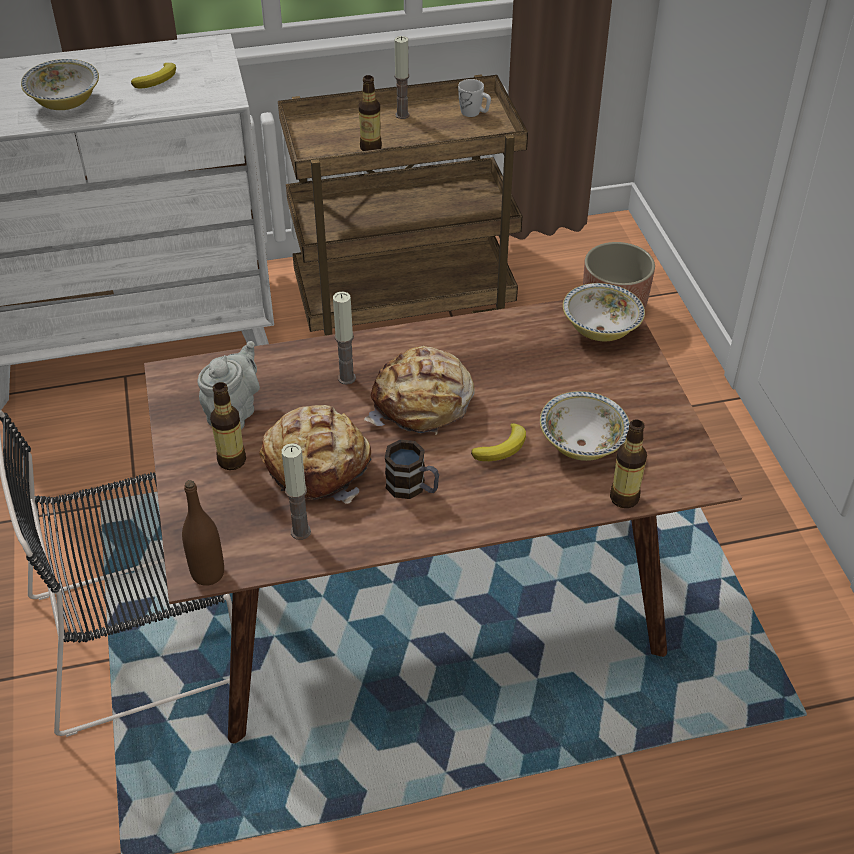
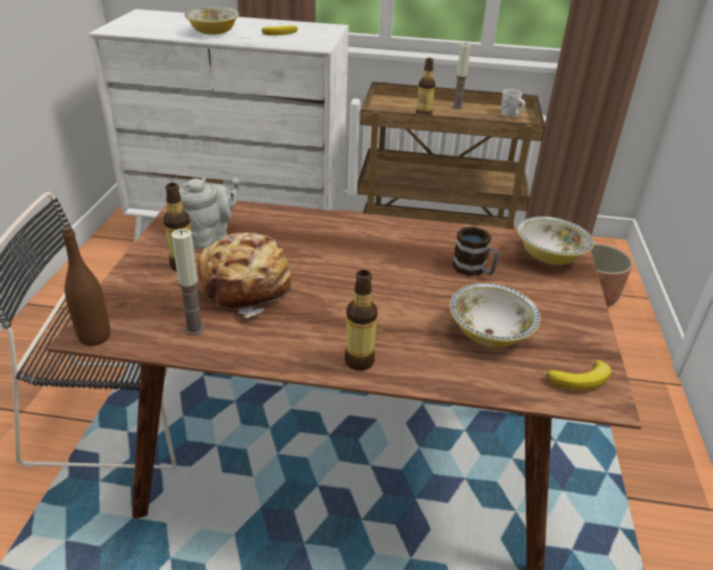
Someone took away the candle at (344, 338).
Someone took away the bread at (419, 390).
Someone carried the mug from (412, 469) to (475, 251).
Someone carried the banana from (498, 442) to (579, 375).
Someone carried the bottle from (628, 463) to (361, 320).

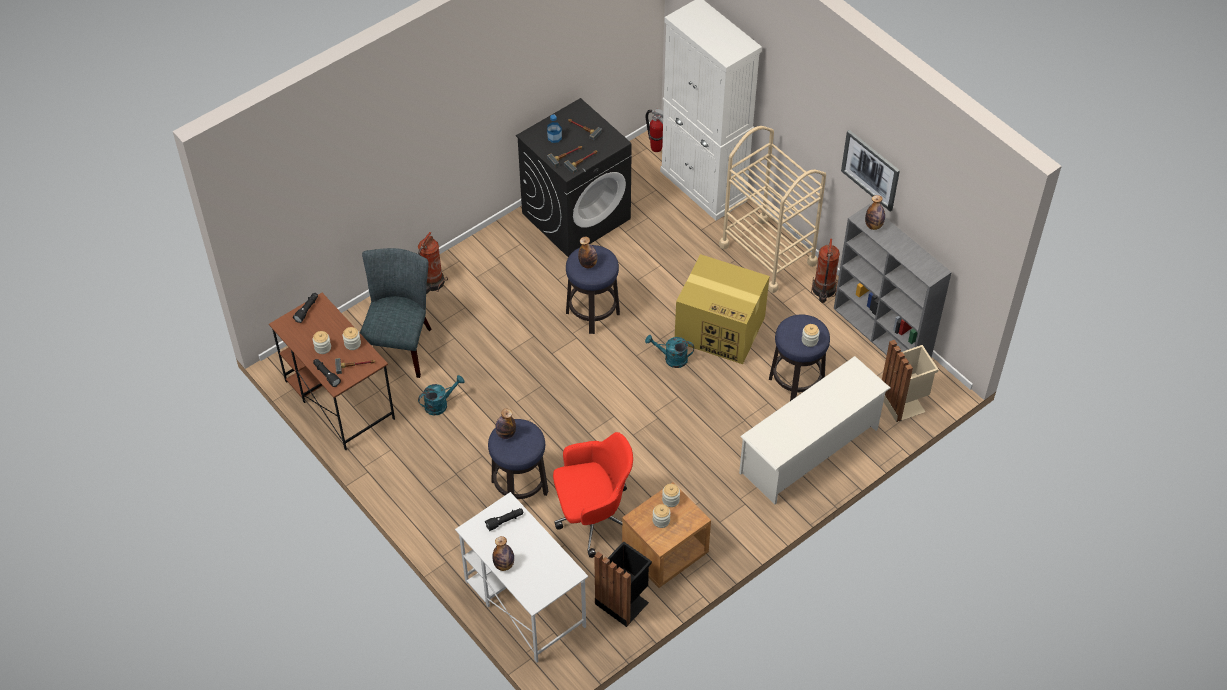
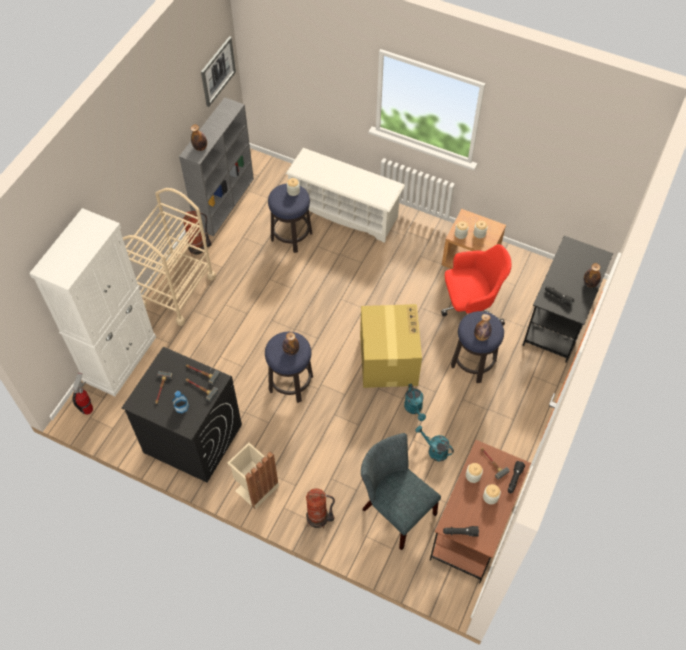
Someone rotated the grey chair at (396, 313) by 60 degrees clockwise.
Someone repainted the white desk at (521, 577), which became the black desk at (567, 299).
Someone rotated the red office chair at (593, 495) by 120 degrees clockwise.
Someone took away the black trash can at (623, 584).
Someone carried the turquoise watering can from (669, 351) to (415, 402).
Someone carried the cardboard box from (722, 309) to (391, 346).
Someone carried the picture from (870, 171) to (218, 71).
Someone carried the beige trash can from (910, 381) to (253, 476).

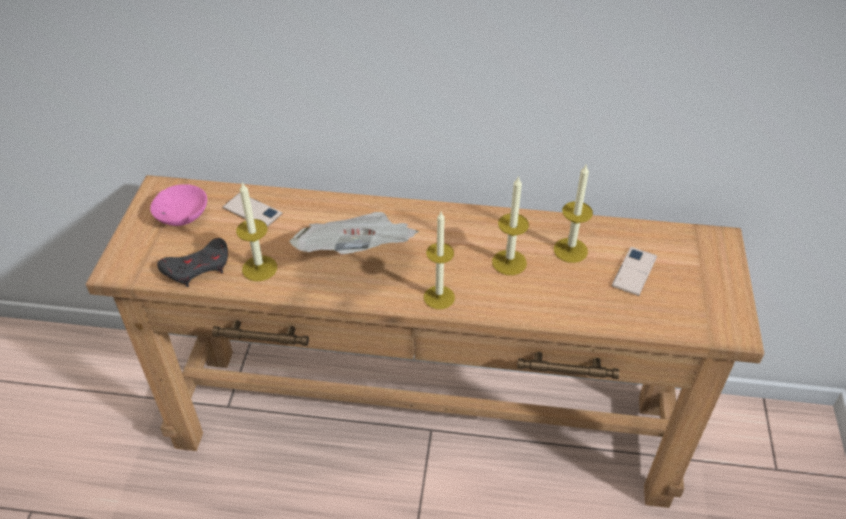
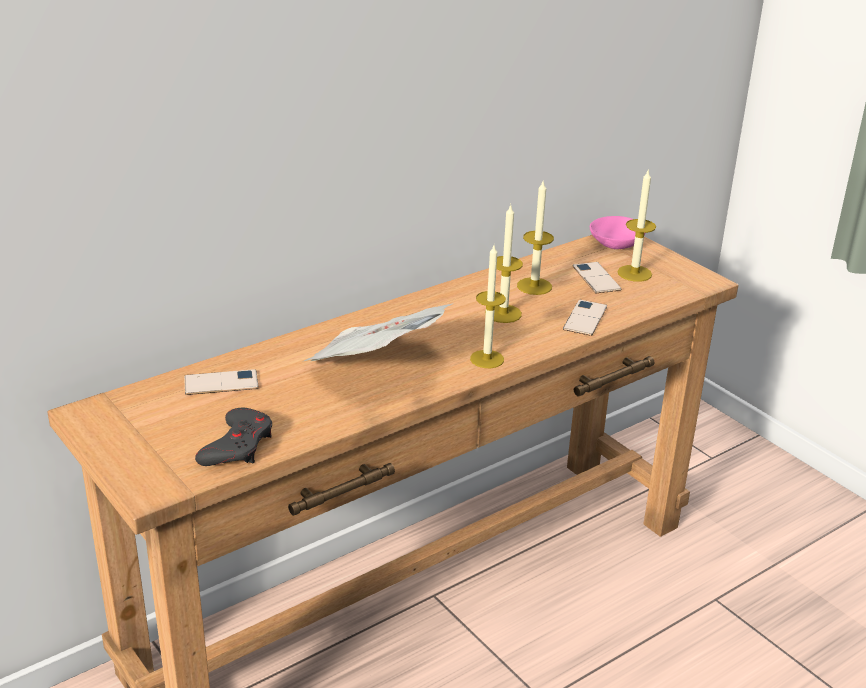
Someone carried the pink bowl from (178, 205) to (617, 232).
Someone carried the candle from (256, 231) to (636, 226).
Someone put down the phone at (585, 318).

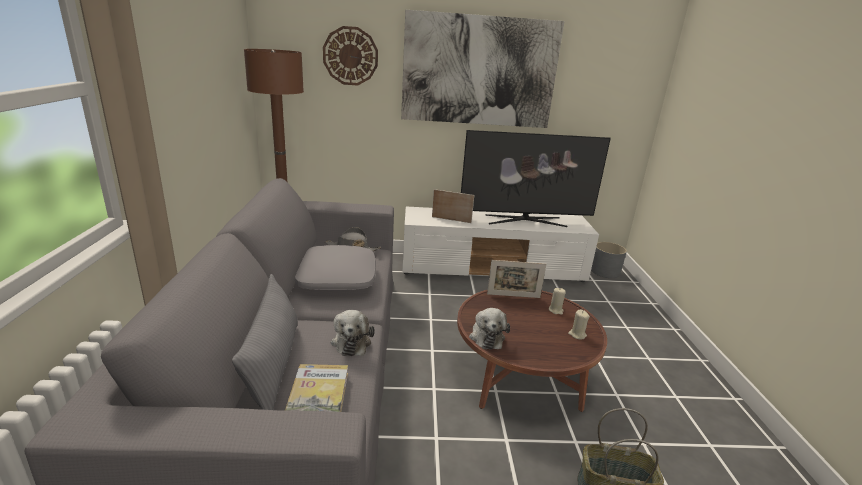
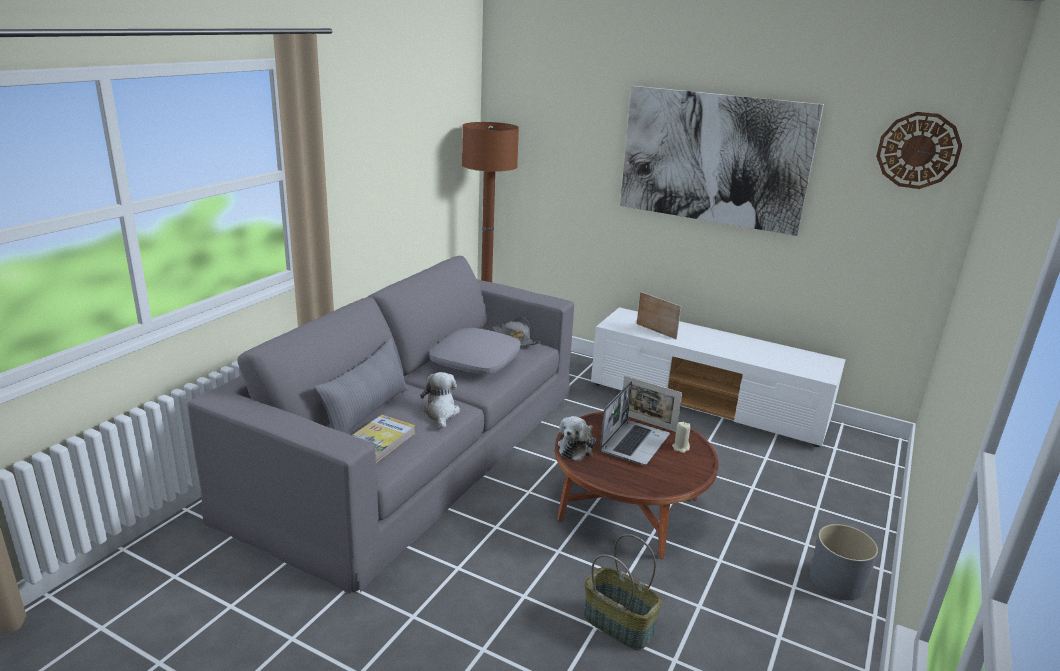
Someone carried the wall clock from (350, 56) to (919, 150).
Someone rotated the plush toy at (353, 333) by 150 degrees clockwise.
Someone took away the television at (536, 178).
Someone took away the beige candle at (579, 324).
Someone carried the grey planter from (609, 260) to (844, 562).
Someone put down the laptop at (635, 423).

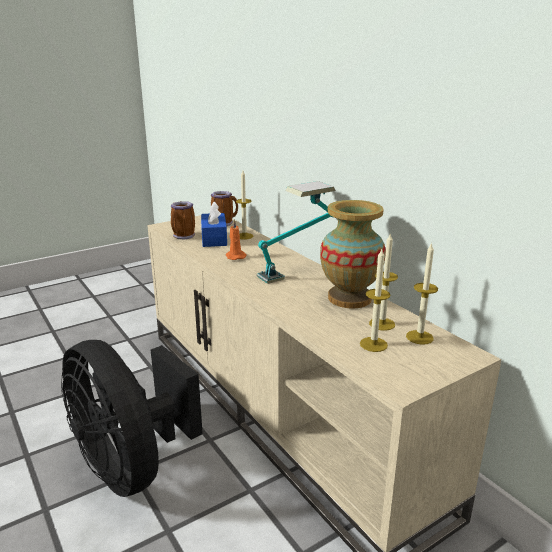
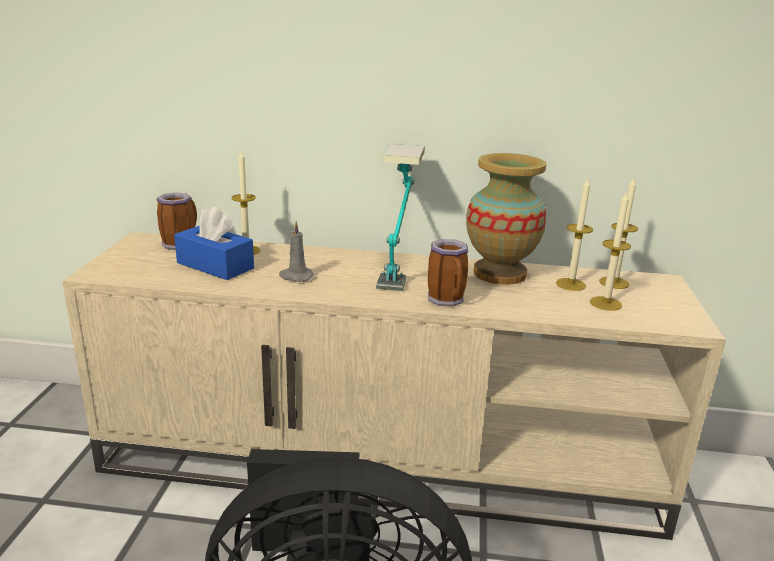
Someone carried the mug from (183, 220) to (448, 273).
Someone repainted the orange candle at (236, 239), which became the grey candle at (296, 251).

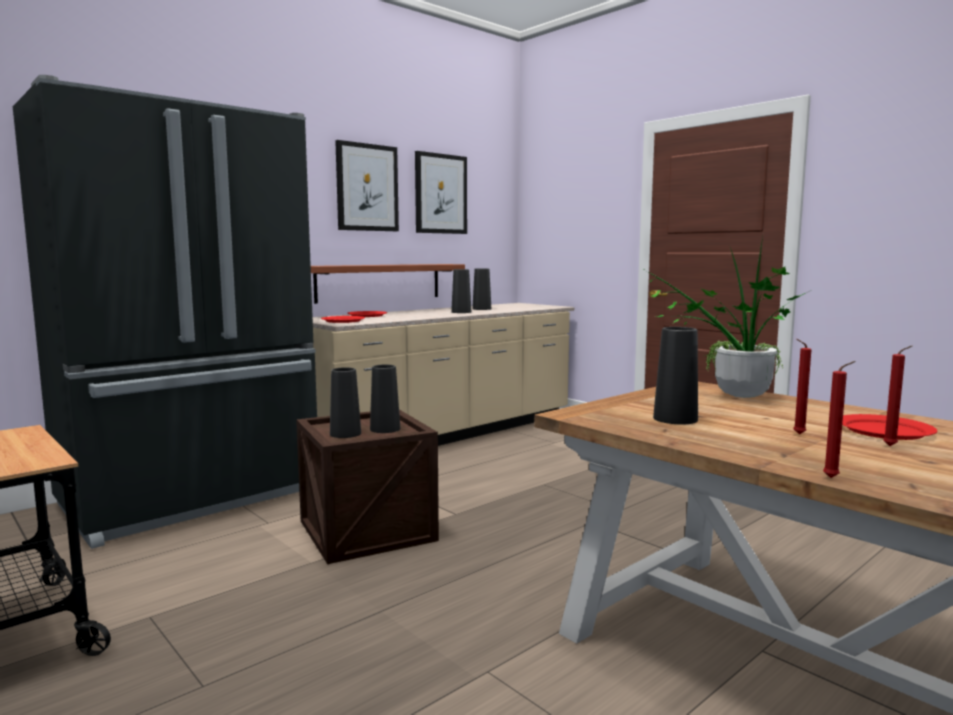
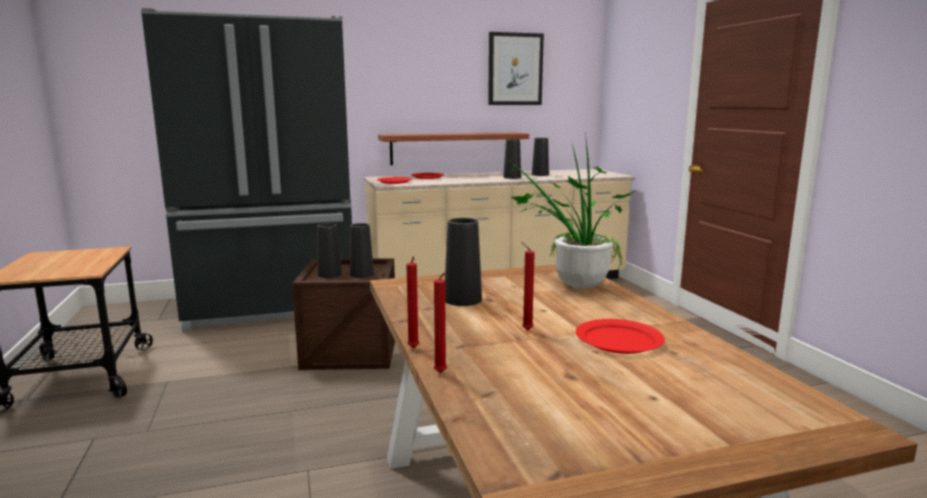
Someone took away the picture at (367, 185).
Someone carried the red candle from (897, 396) to (413, 302).

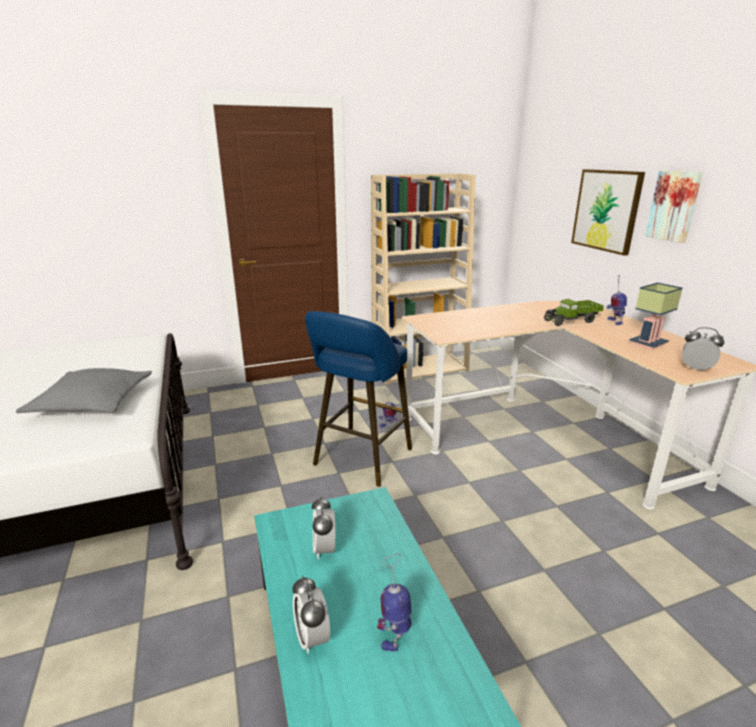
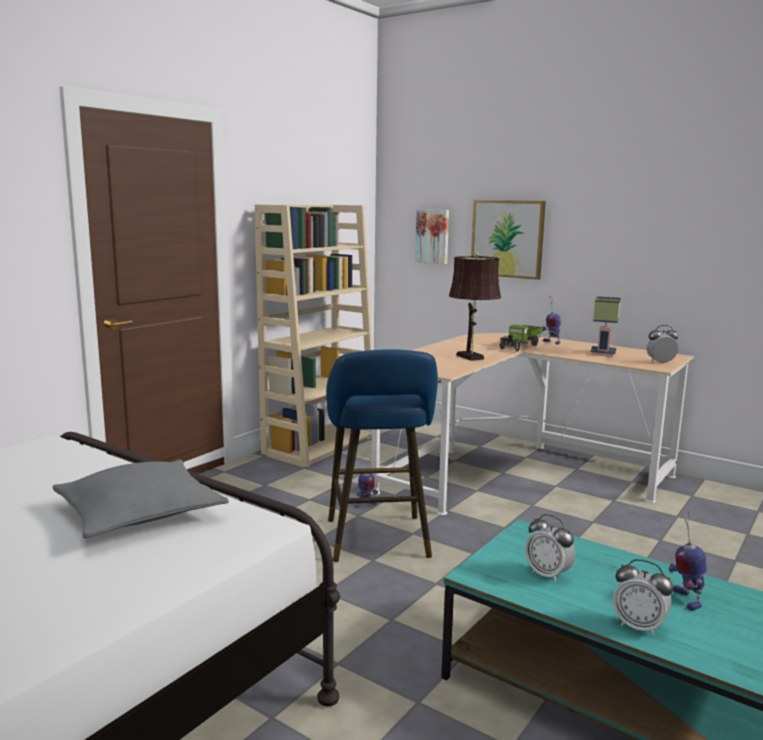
Someone carried the picture from (674, 206) to (432, 236).
Someone put down the brown table lamp at (475, 306).

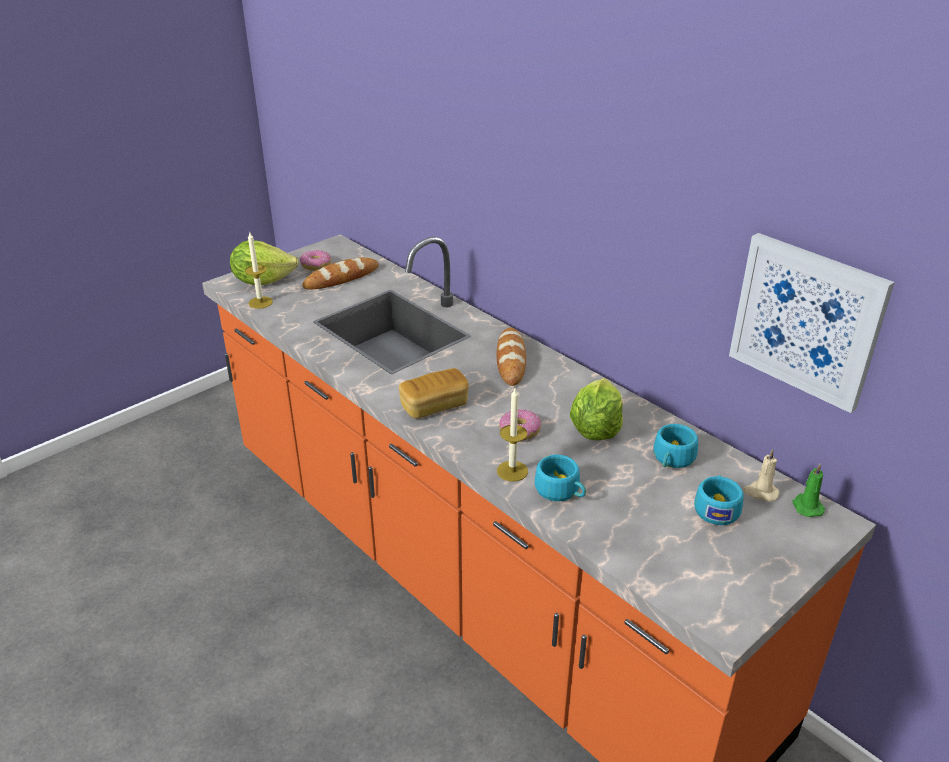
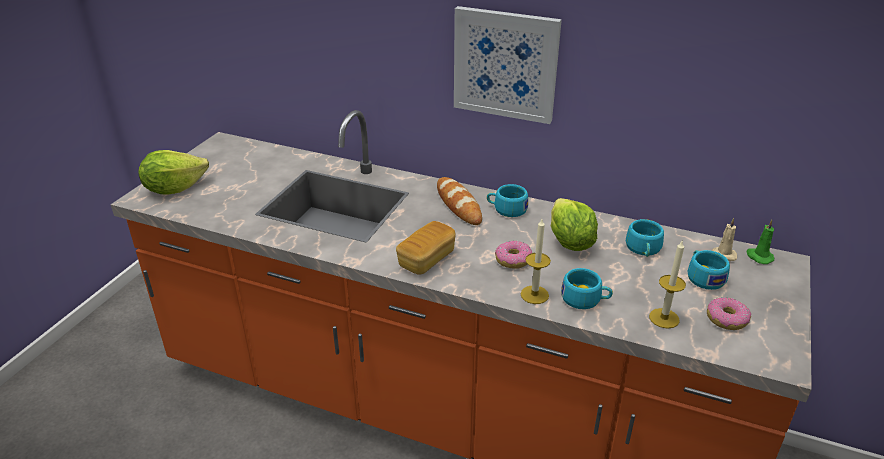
Someone carried the candle from (259, 270) to (667, 285).
Someone carried the donut from (315, 260) to (729, 313).
Someone took away the bread at (340, 273).
Someone carried the picture from (812, 323) to (508, 65).
Someone put down the turquoise cup at (507, 200).

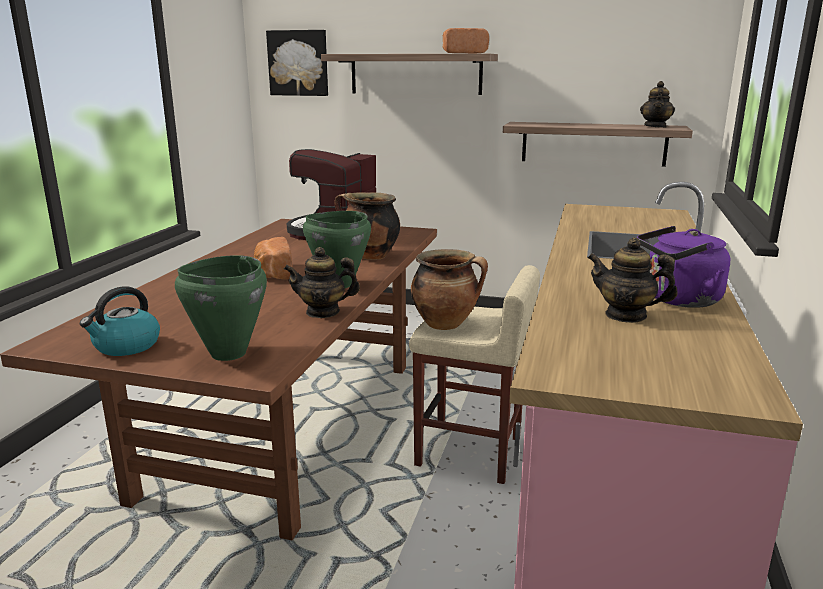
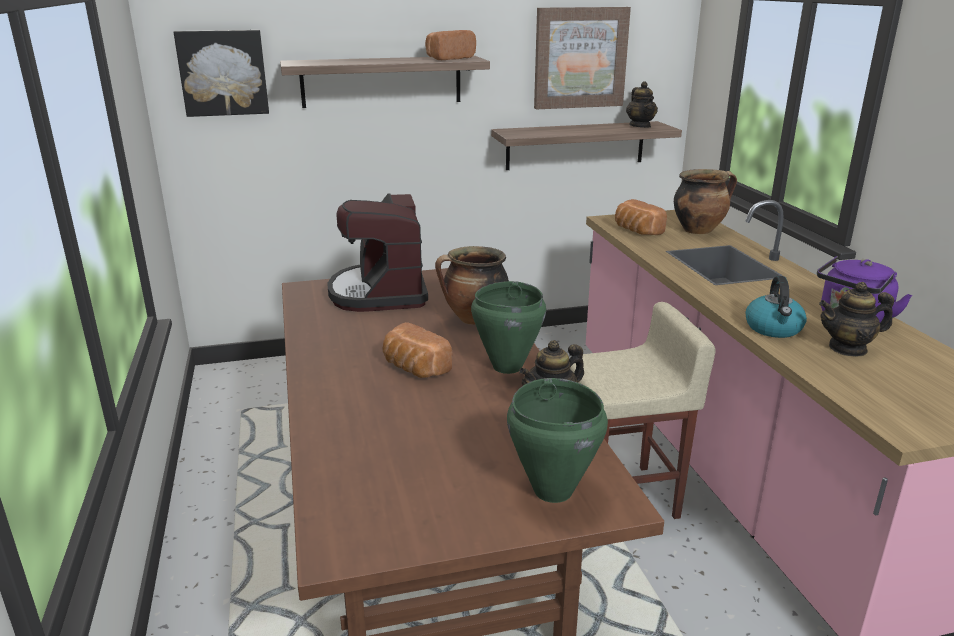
Someone carried the kettle from (120, 321) to (776, 307).
Someone carried the cooking pot from (449, 289) to (705, 201).
Someone put up the picture at (582, 58).
Someone put down the bread at (641, 217).

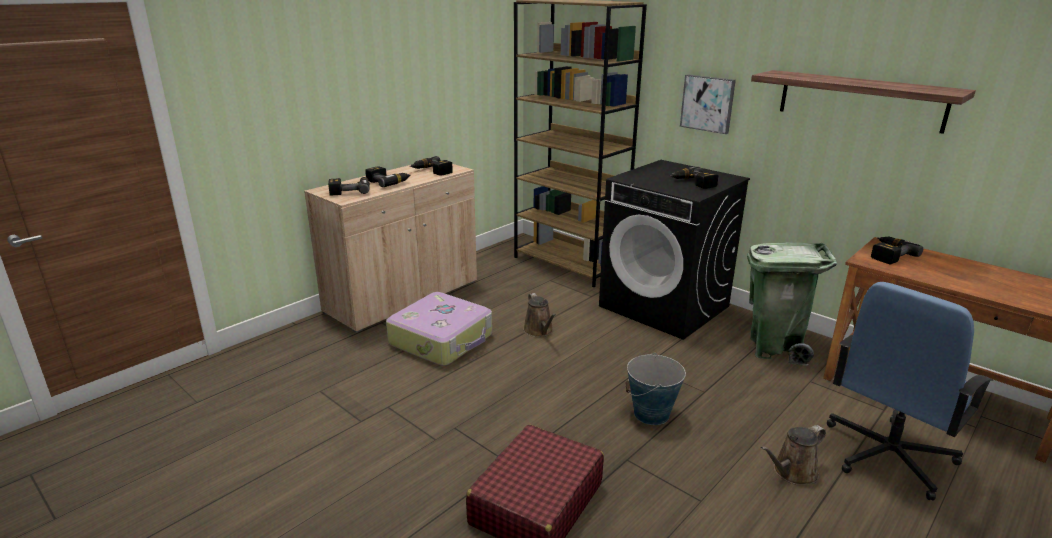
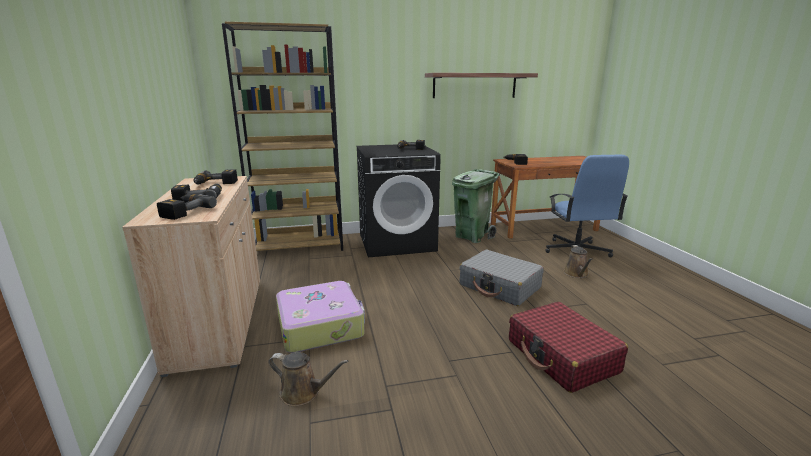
Someone carried the brown watering can from (539, 315) to (308, 379).
Someone swapped the bucket at (656, 389) for the grey suitcase at (502, 277).
Someone took away the picture at (708, 104).

